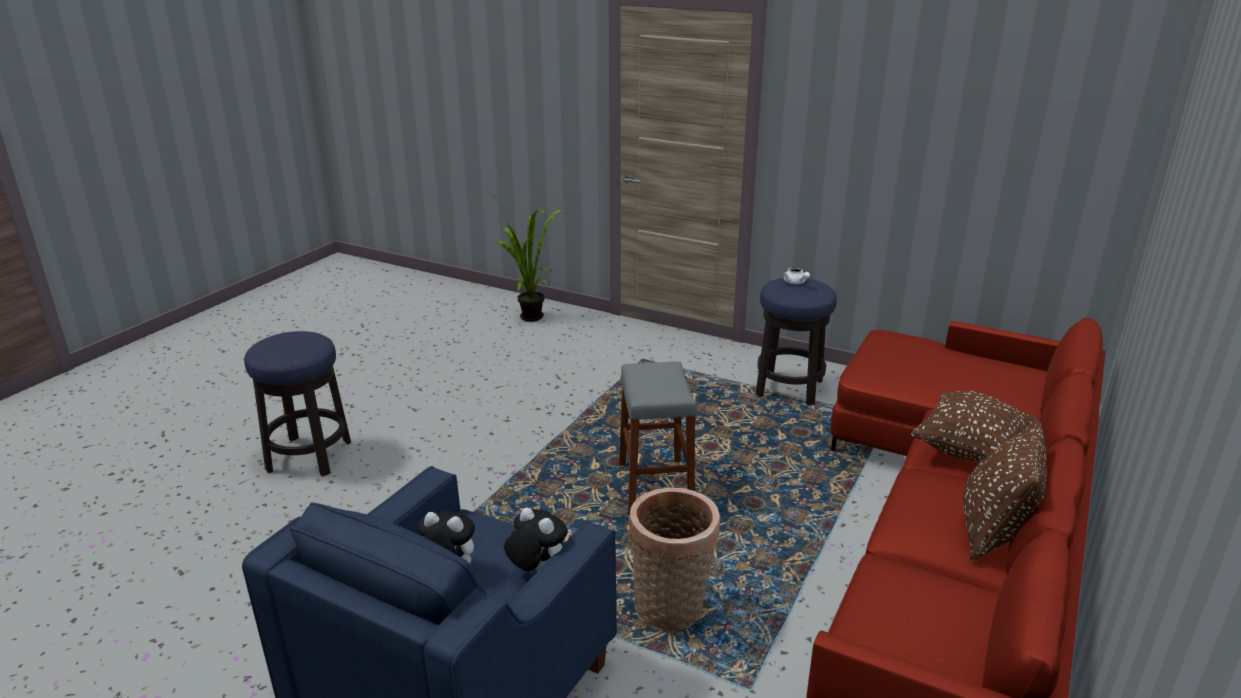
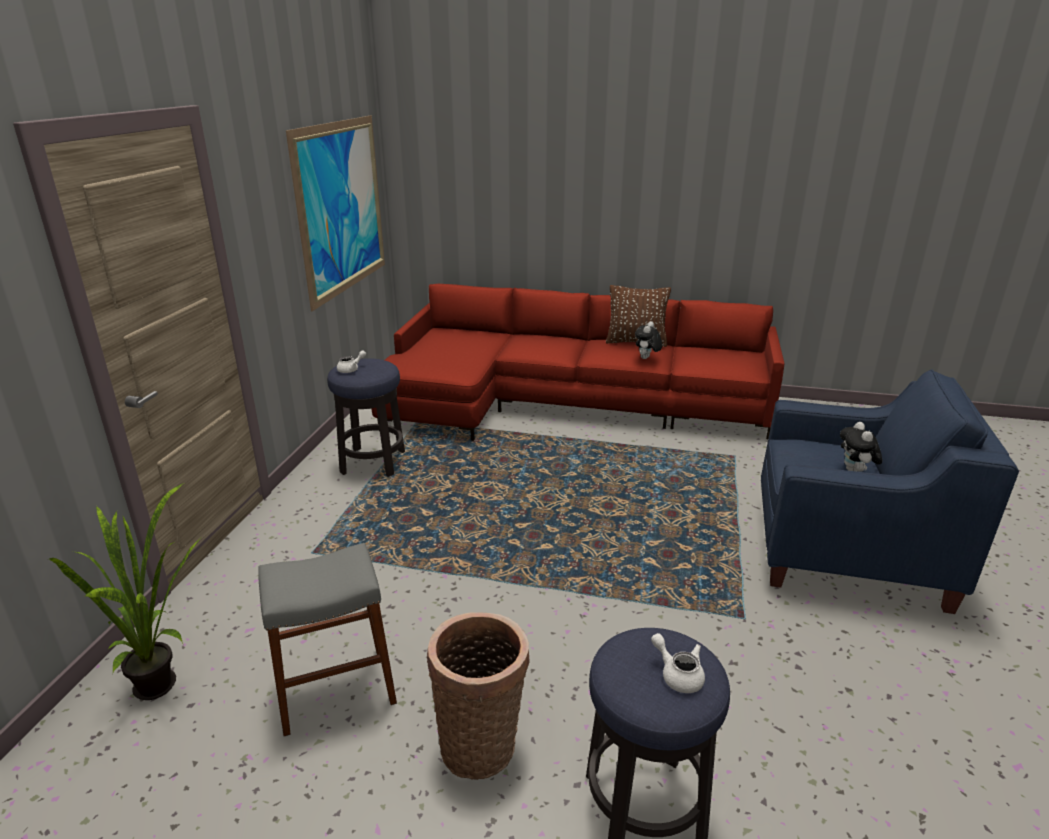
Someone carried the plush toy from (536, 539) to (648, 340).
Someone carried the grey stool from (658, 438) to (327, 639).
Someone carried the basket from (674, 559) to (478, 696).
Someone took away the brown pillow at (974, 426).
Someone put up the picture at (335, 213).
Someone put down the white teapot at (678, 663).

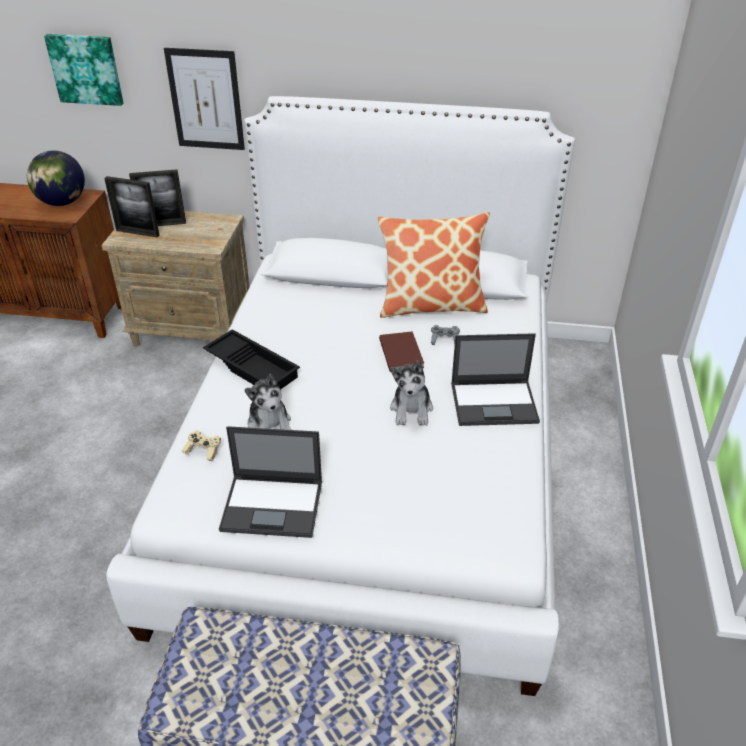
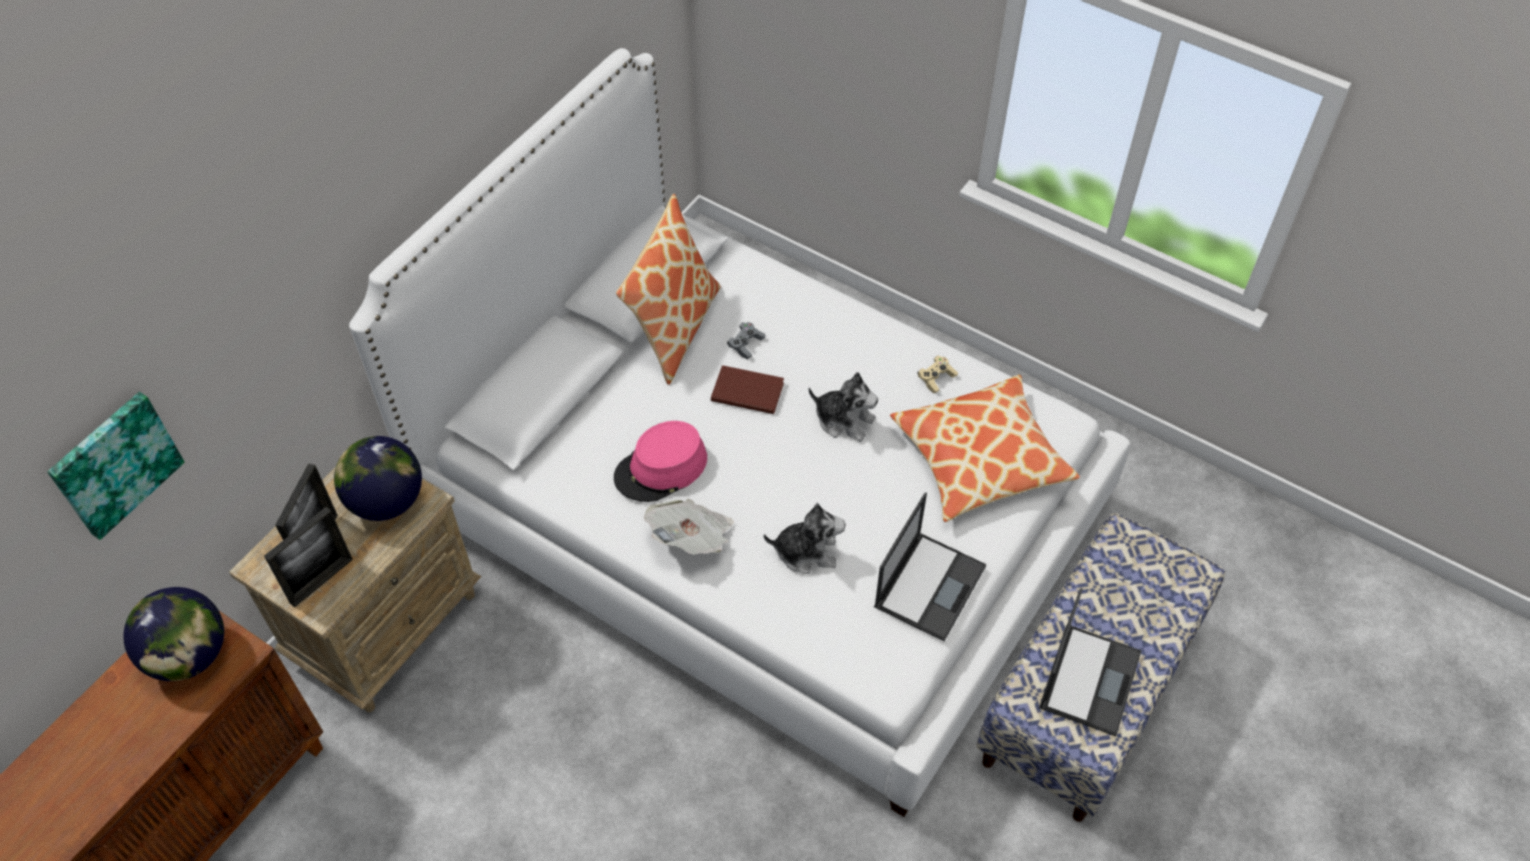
Someone took away the picture at (204, 99).
Someone carried the beige game controller from (201, 446) to (937, 374).
Someone swapped the black tray at (251, 359) for the newspaper at (689, 527).
Someone carried the laptop from (495, 379) to (1090, 662).
Someone put down the globe at (378, 478).
Someone put down the pink hat at (660, 461).
Someone put down the pillow at (985, 448).

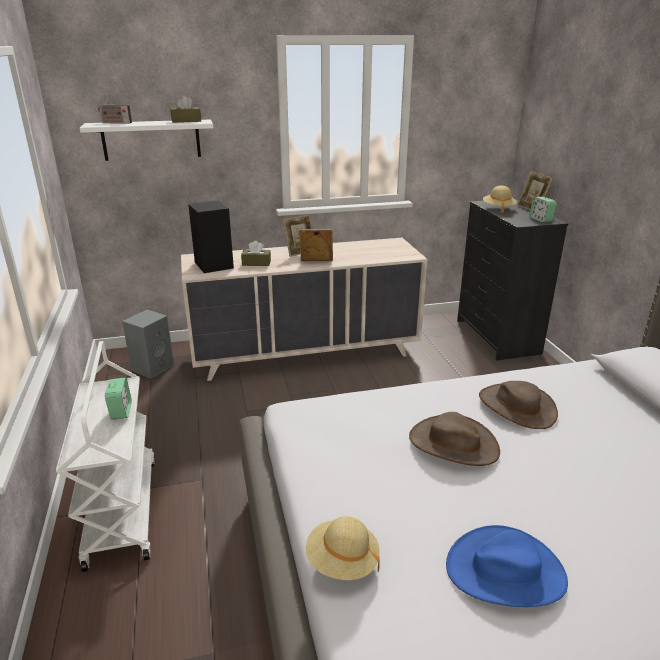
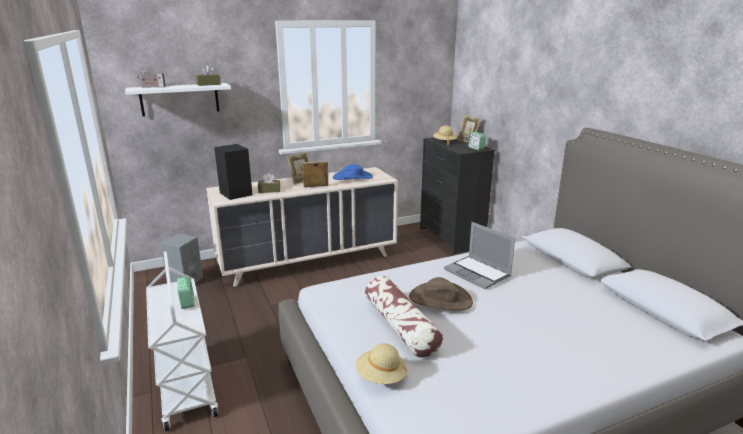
Someone carried the blue hat from (507, 566) to (353, 172).
Someone swapped the brown hat at (518, 405) for the laptop at (479, 255).
Someone put down the pillow at (404, 317).

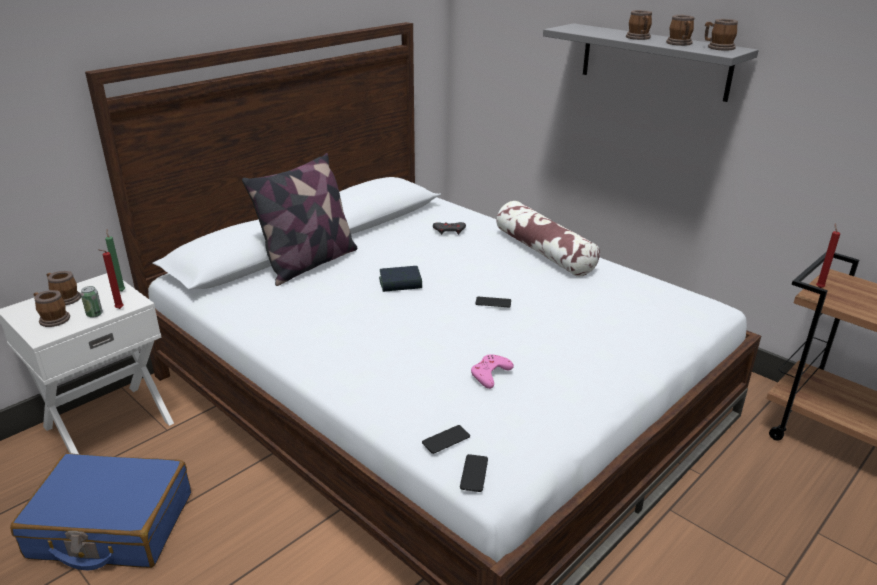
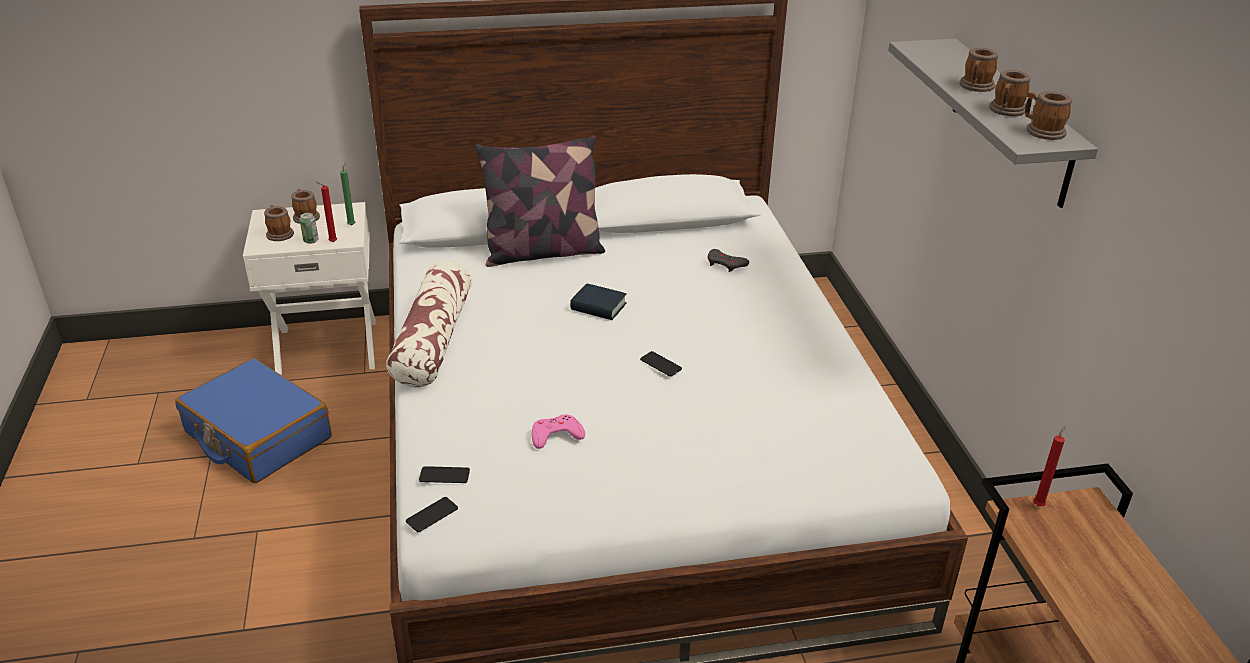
Someone carried the pillow from (548, 239) to (429, 324).

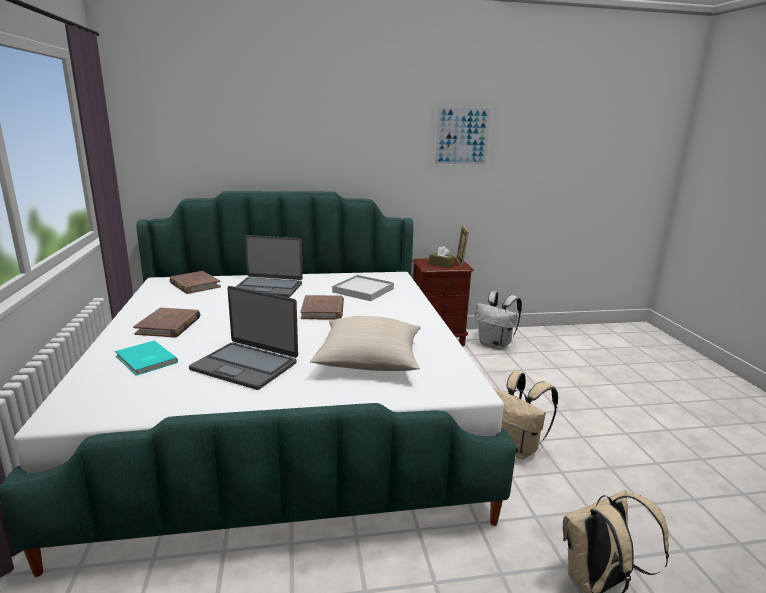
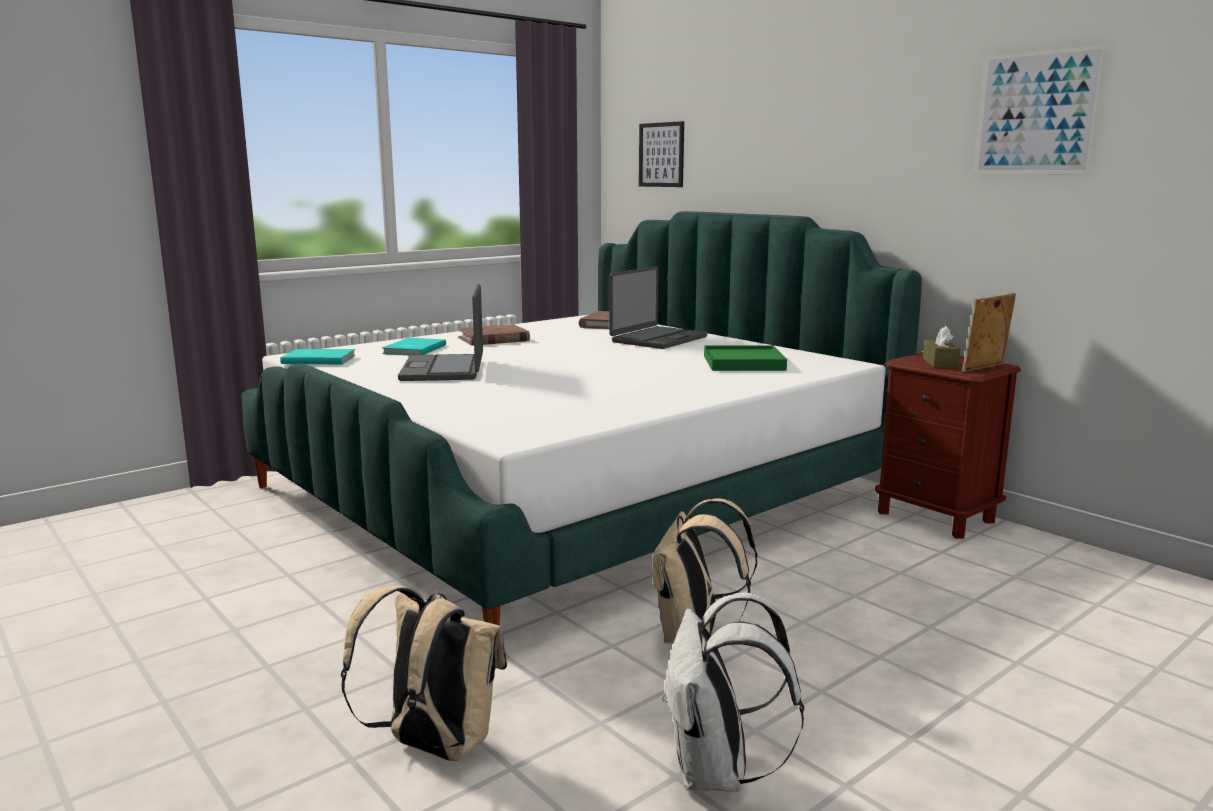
Someone rotated the laptop at (269, 266) by 120 degrees counterclockwise.
Someone took away the brown book at (322, 307).
Someone took away the beige pillow at (365, 343).
Someone repainted the white tray at (363, 288), which became the green tray at (745, 358).
Someone carried the white backpack from (498, 320) to (733, 692).
Someone put down the turquoise book at (318, 356).
Someone put up the picture at (661, 154).

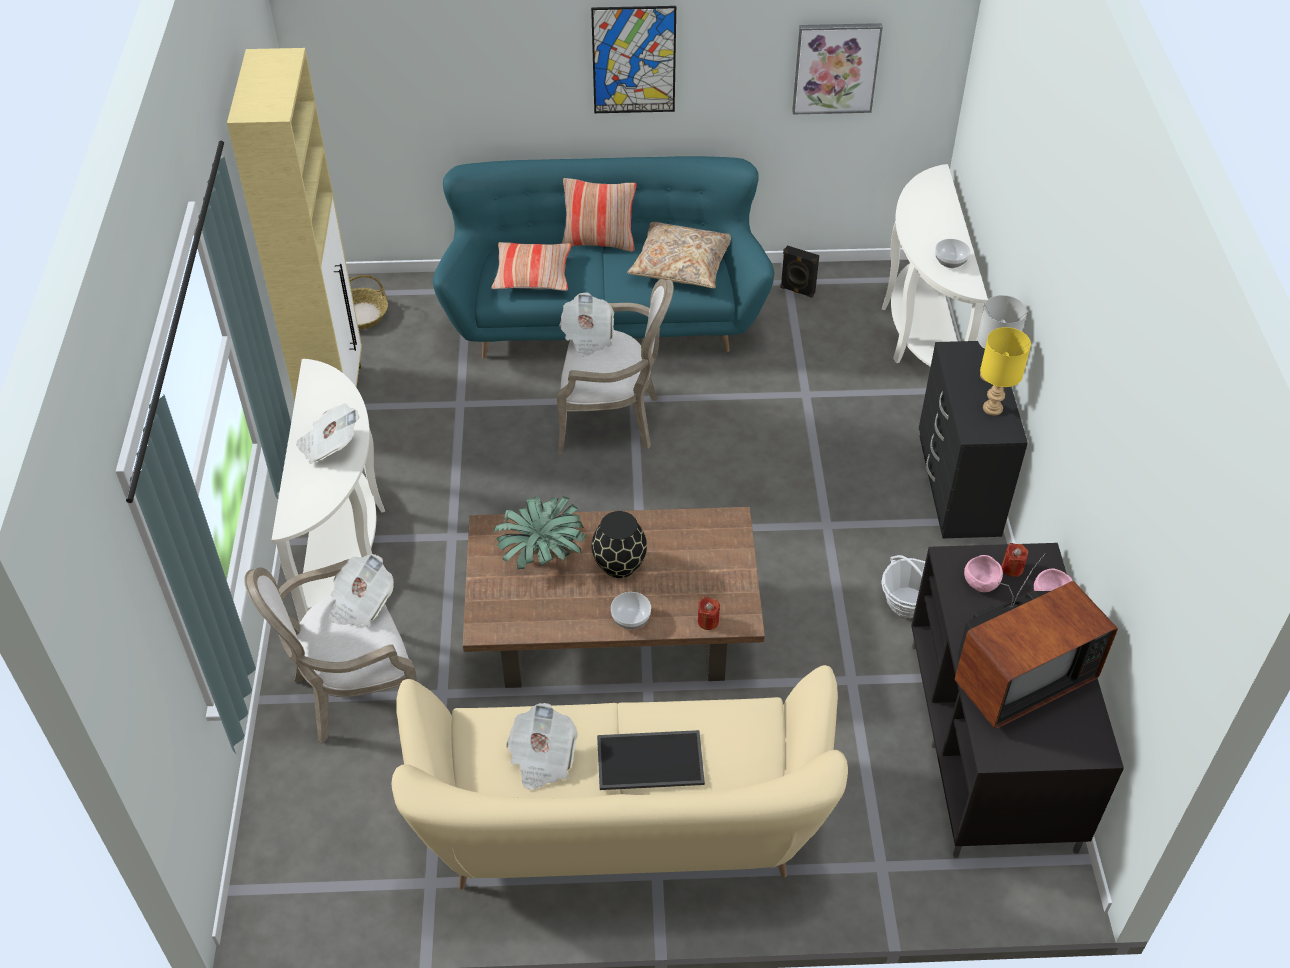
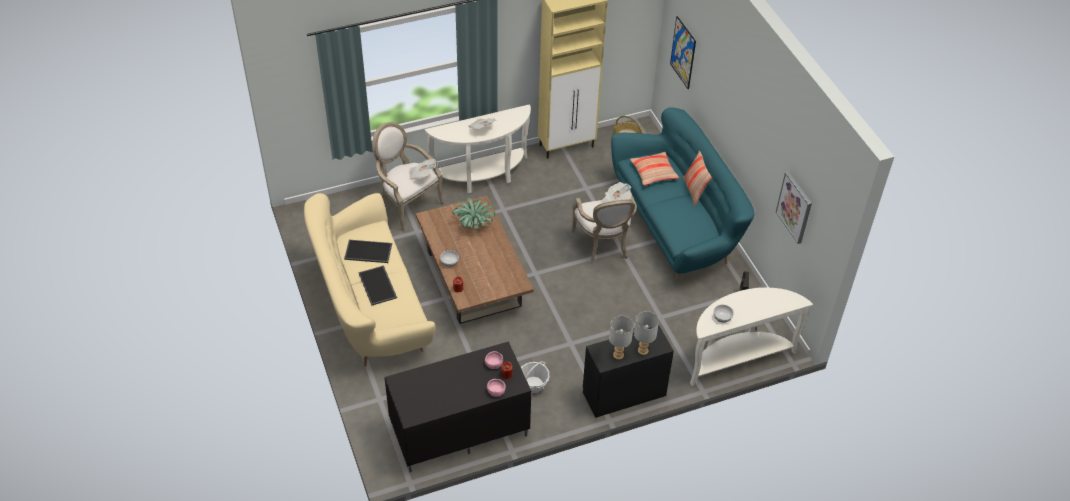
Someone swapped the newspaper at (542, 746) for the tray at (368, 251).
Someone carried the picture from (633, 59) to (683, 52).
Someone took away the black vase at (619, 544).
Someone took away the beige pillow at (679, 255).
Someone took away the television at (1036, 641).
Someone repainted the yellow table lamp at (1005, 371), which became the grey table lamp at (621, 338).

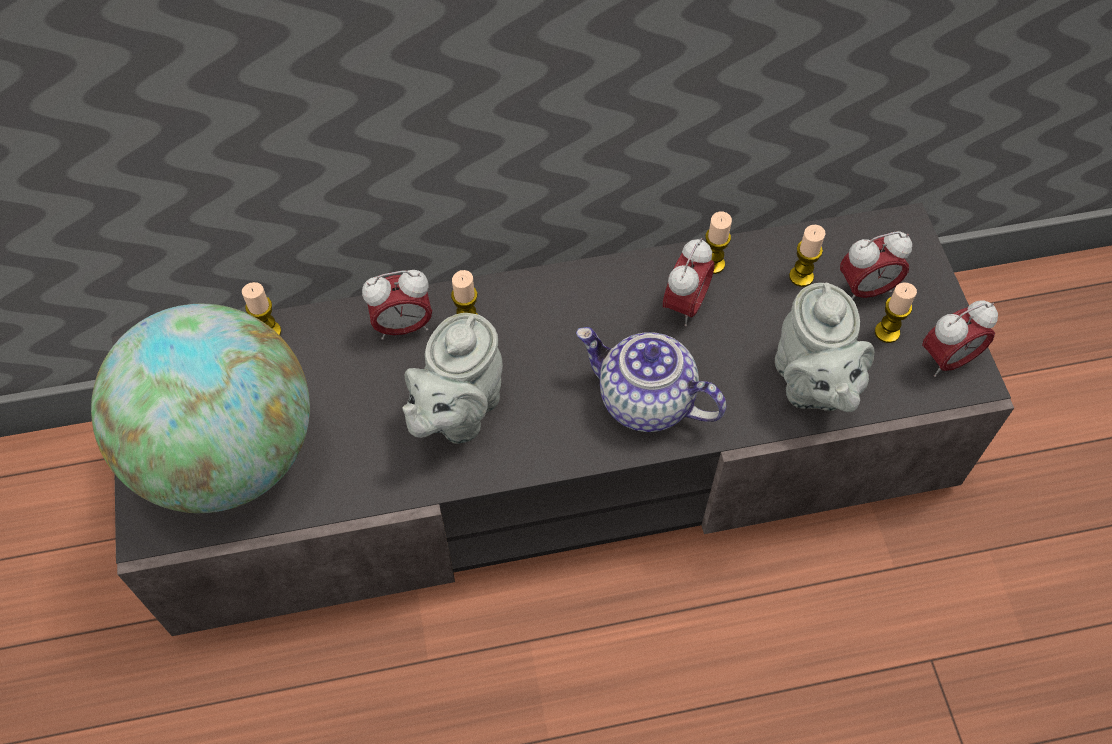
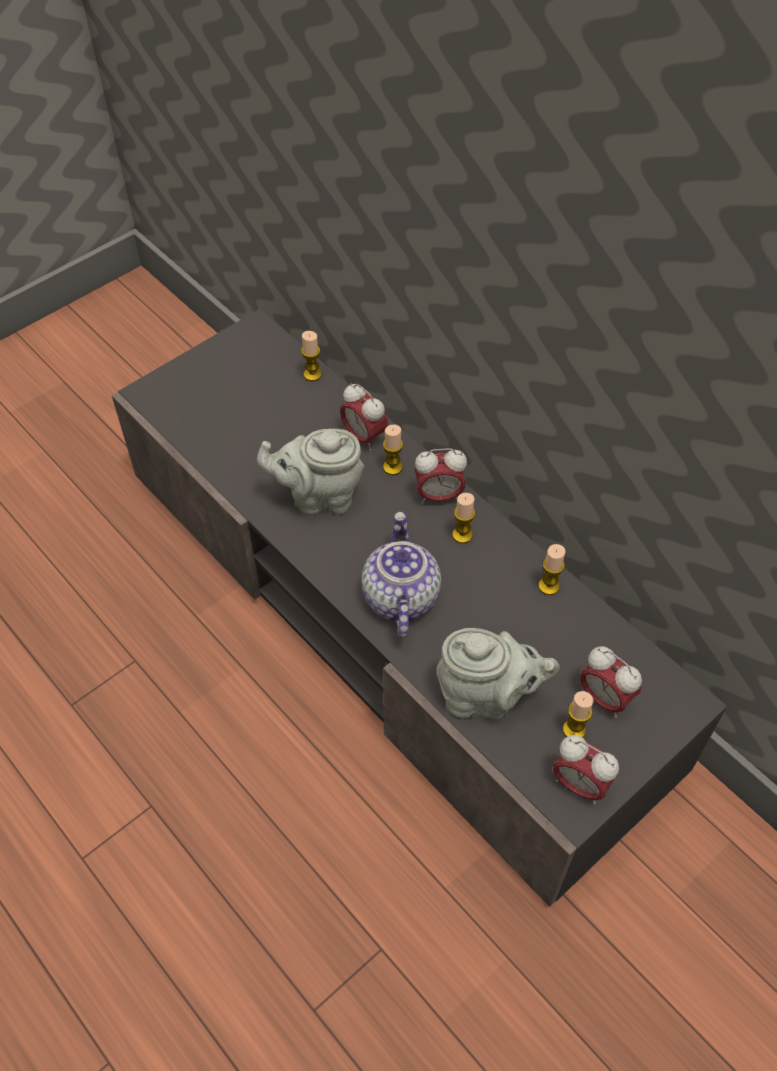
Someone took away the globe at (200, 408).
Someone carried the alarm clock from (689, 282) to (441, 476).
Someone rotated the grey teapot at (824, 347) by 135 degrees counterclockwise.
Someone carried the candle from (807, 256) to (463, 518).

